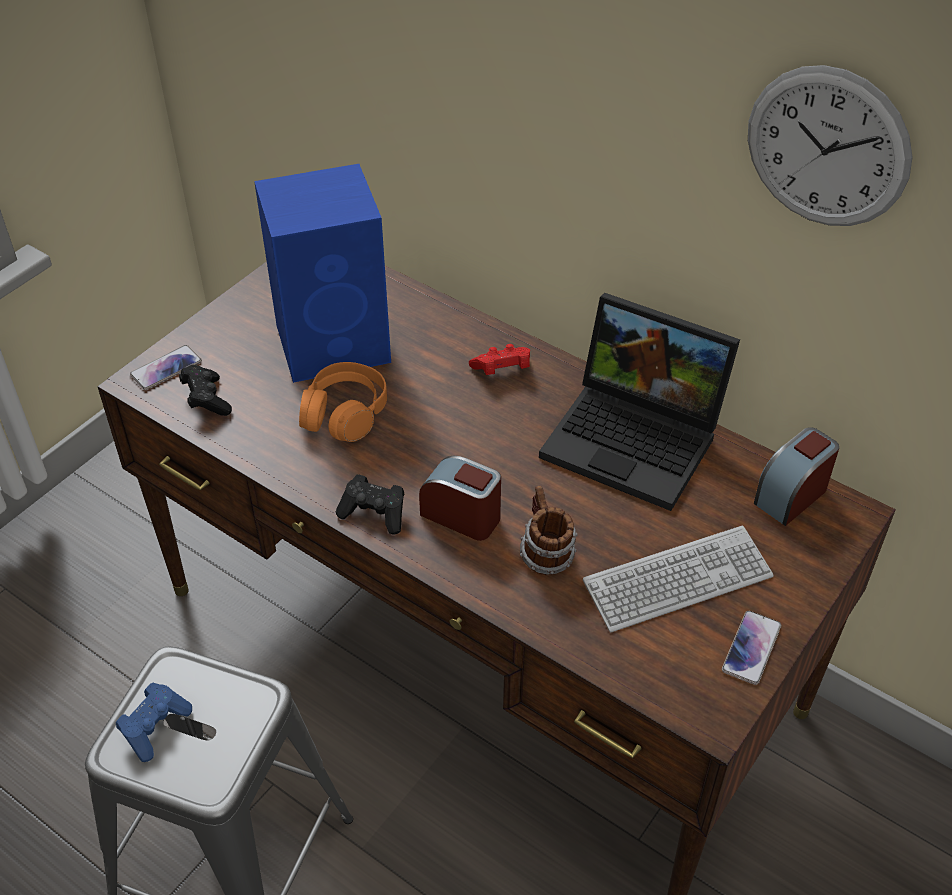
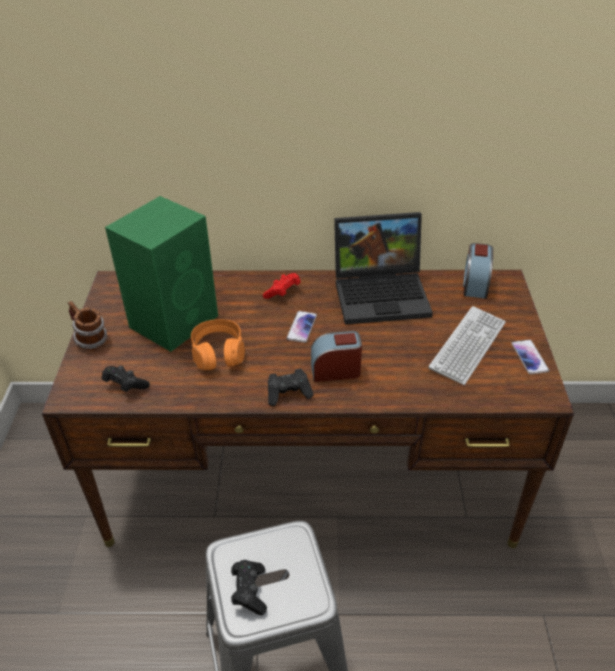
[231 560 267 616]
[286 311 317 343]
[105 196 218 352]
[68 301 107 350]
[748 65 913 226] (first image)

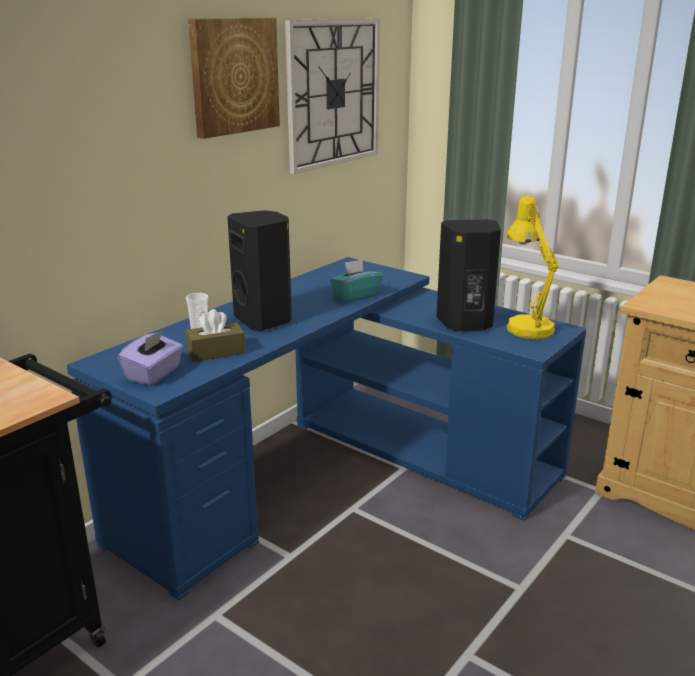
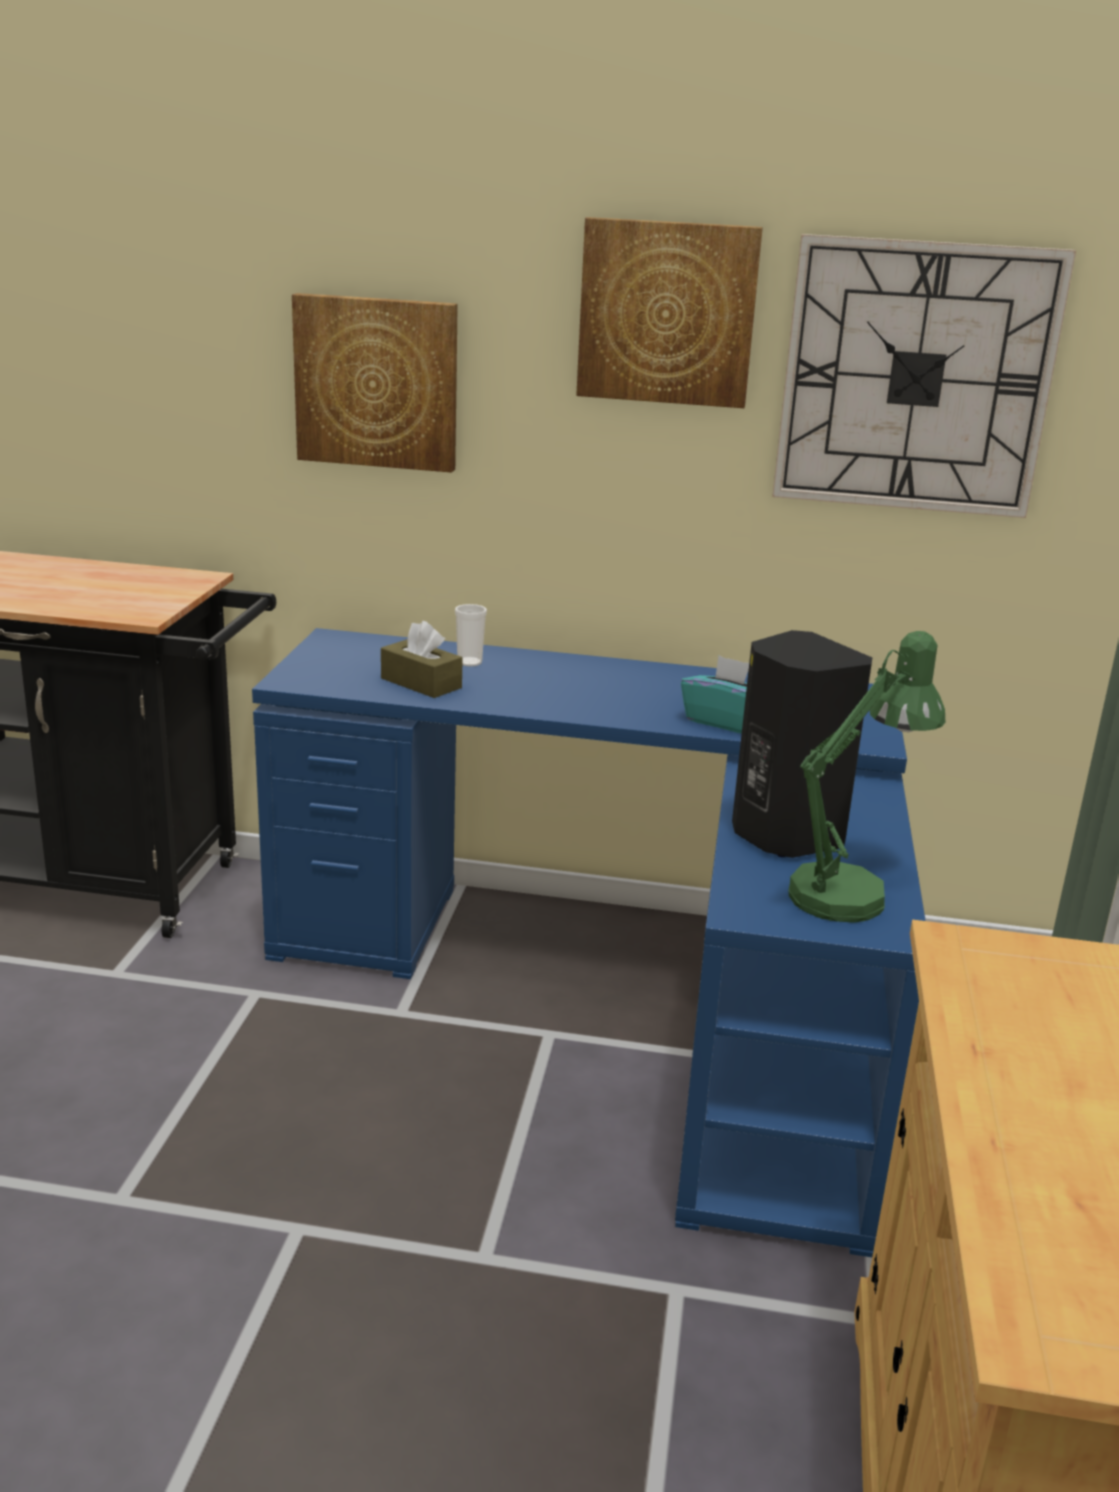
[118 329 183 386] (first image)
[227 210 292 331] (first image)
[788 631 945 923]
[292 293 458 473]

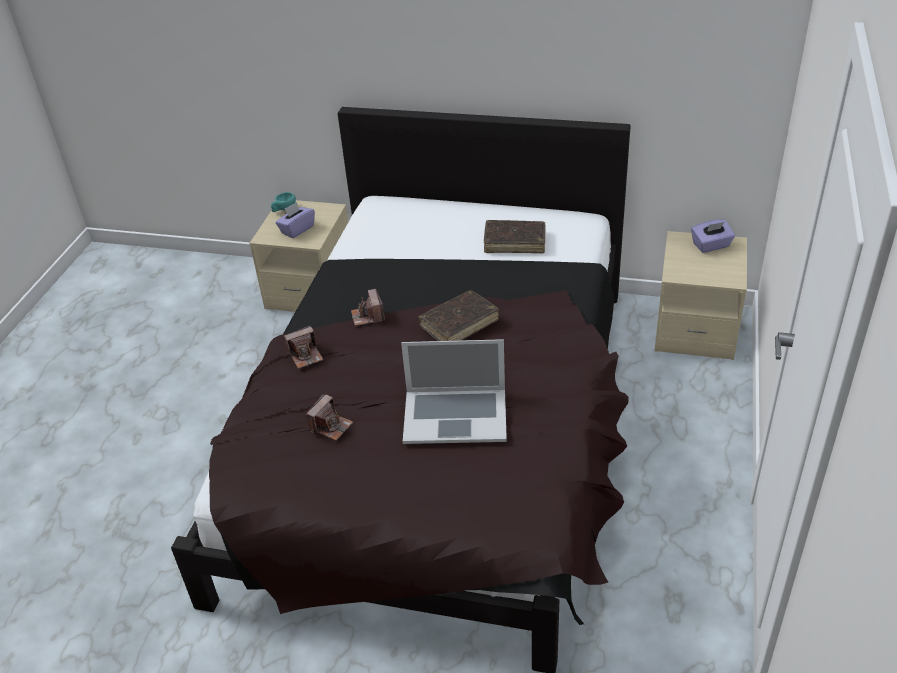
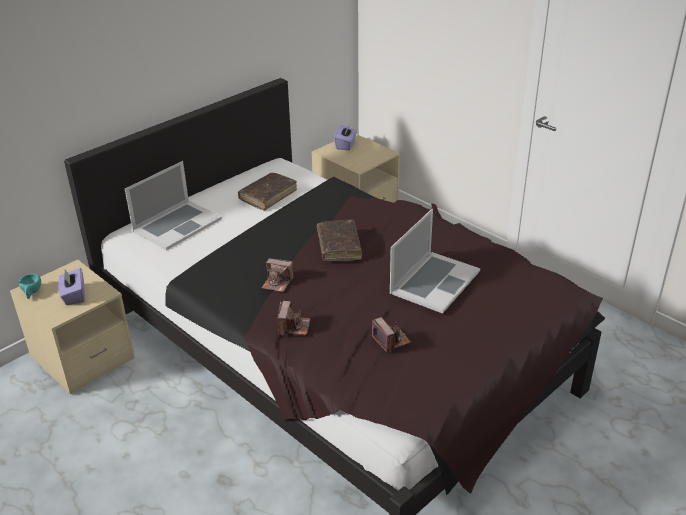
[125 161 222 250]

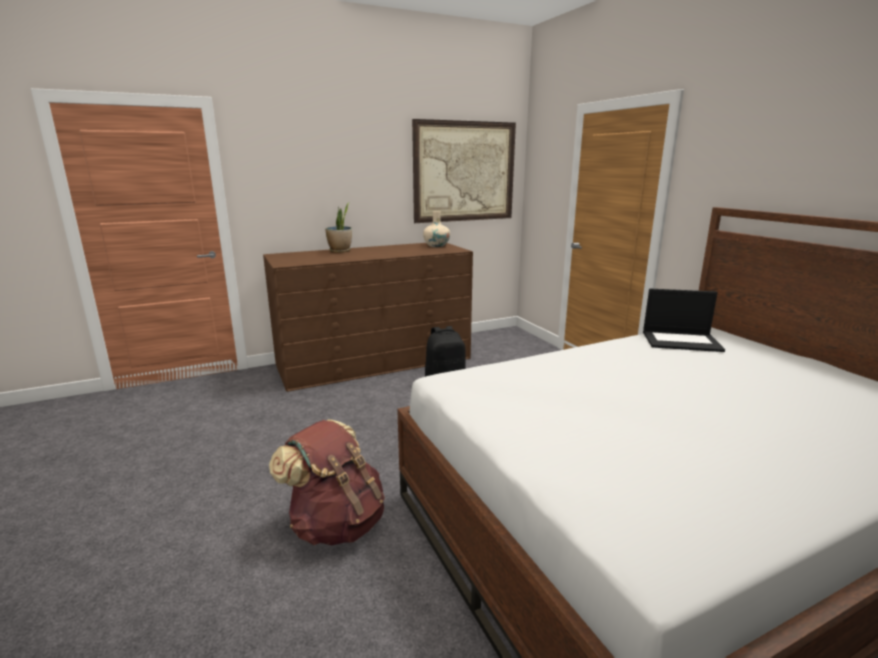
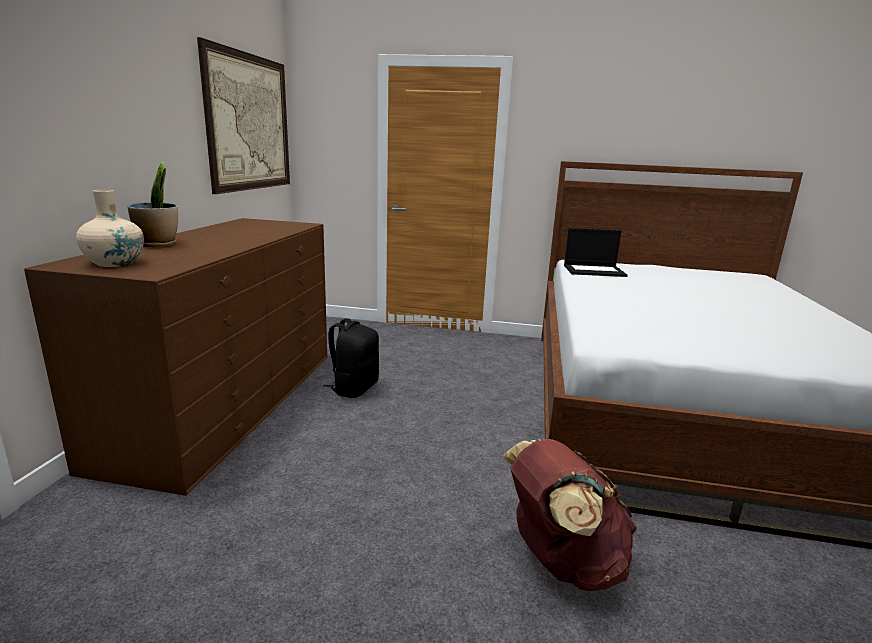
[76 190 144 267]
[564 228 627 277]

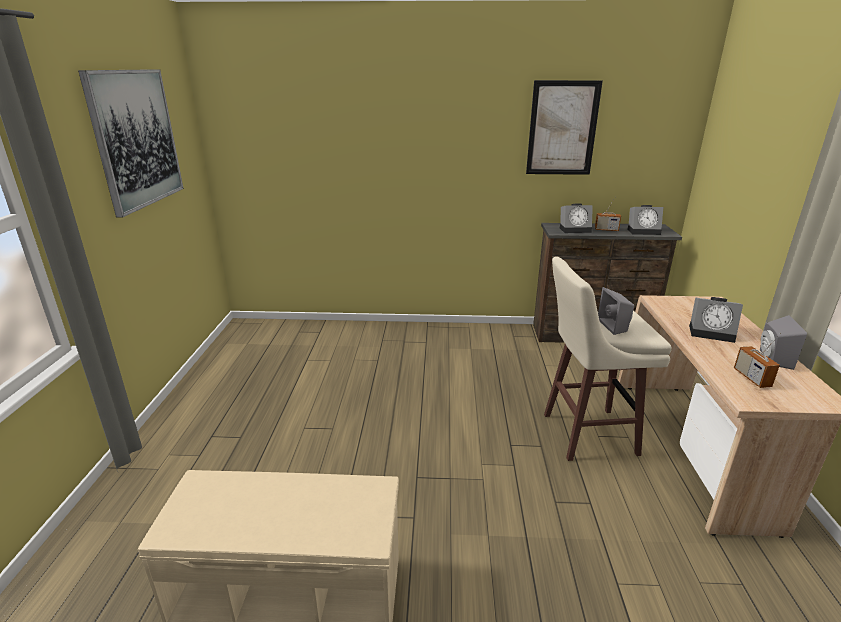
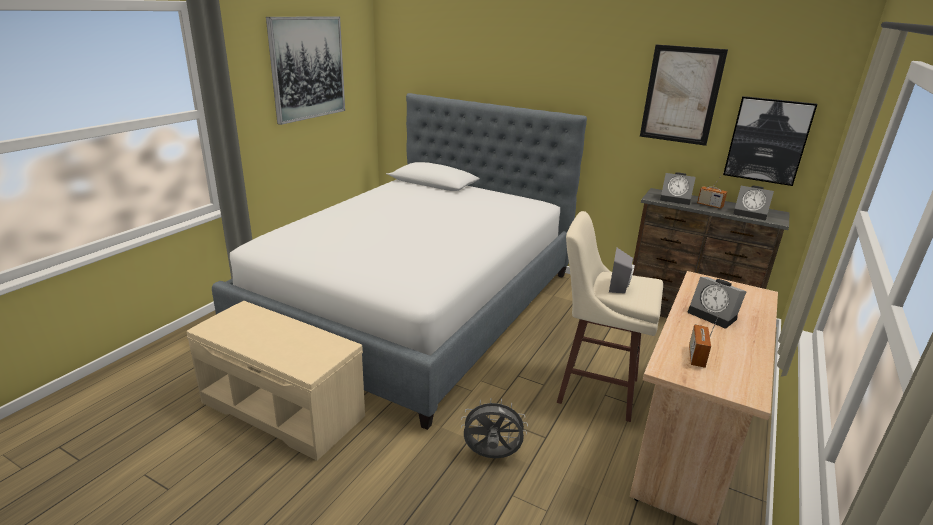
[760 315 807 370] (first image)
[212 93 587 430]
[461 399 528 458]
[723 96 817 186]

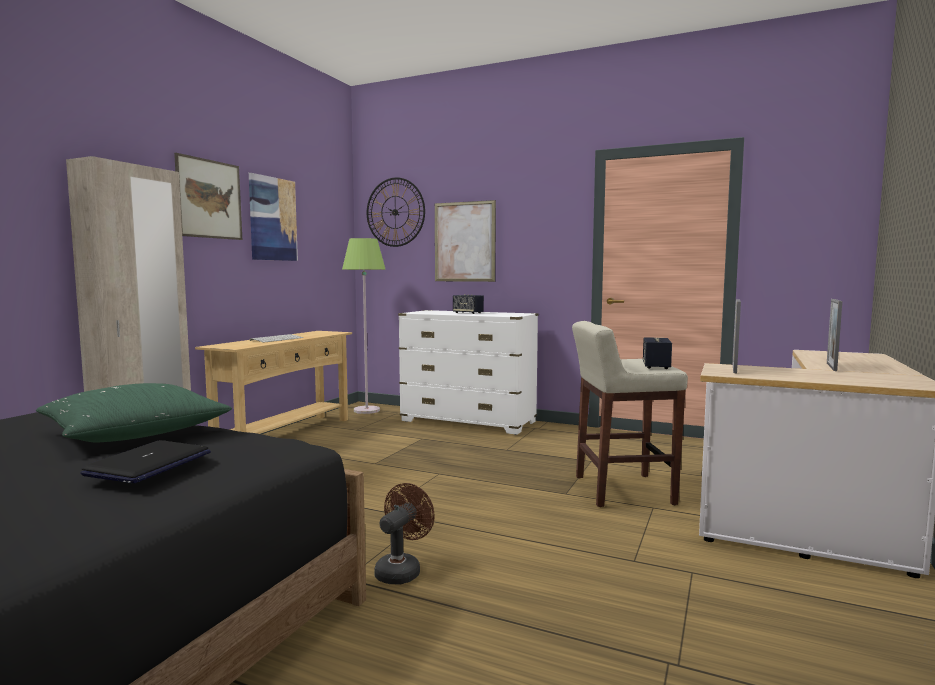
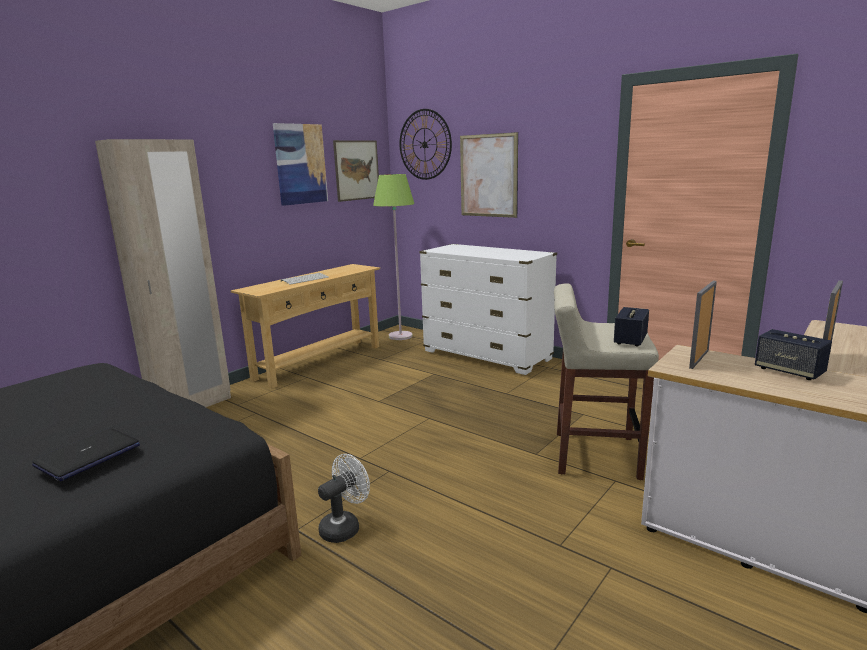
[36 383 232 442] (first image)
[333 140 379 202]
[318 454 370 543]
[755 329 832 380]

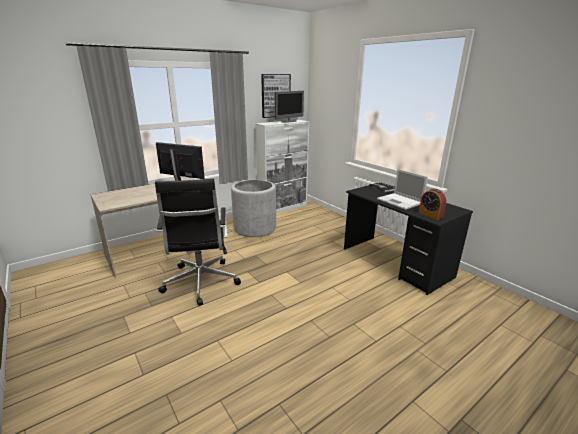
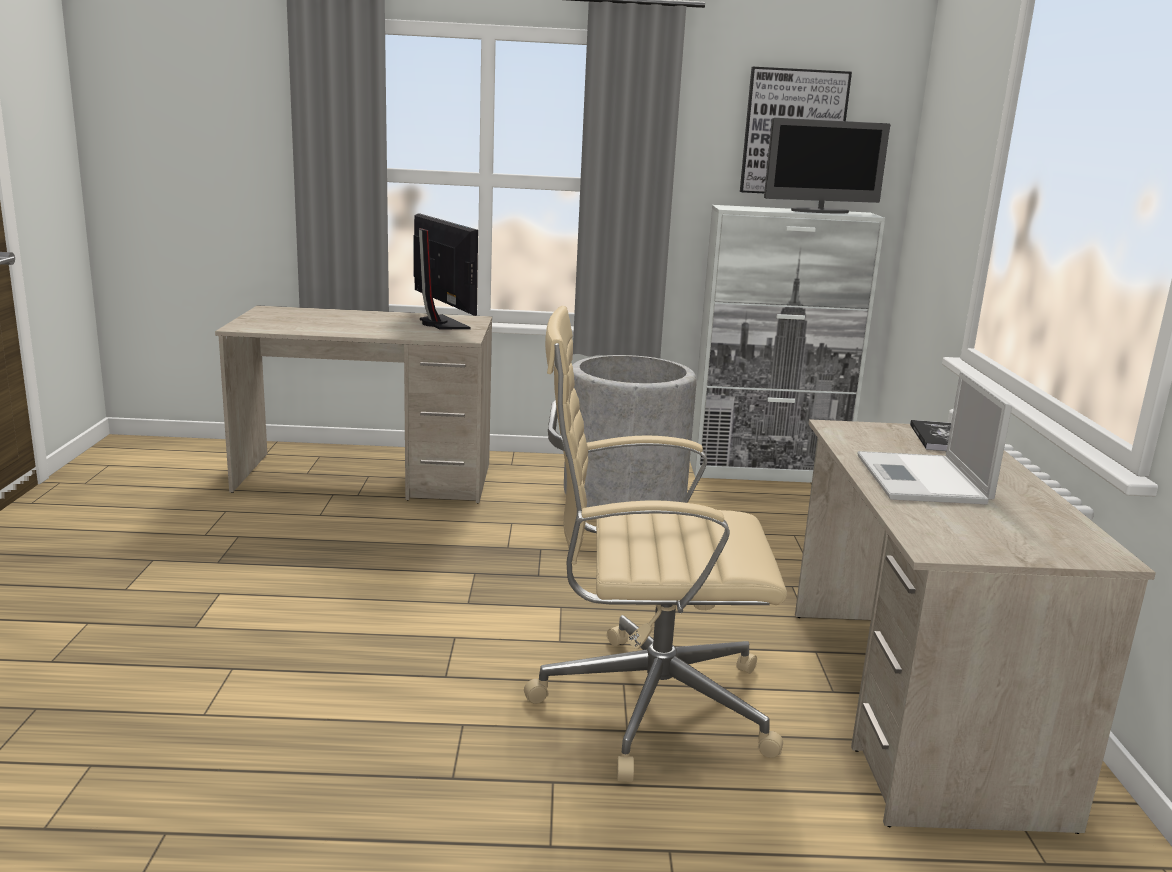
[155 178 241 306] (first image)
[795 419 1156 834]
[419 188 446 220] (first image)
[524 306 787 782]

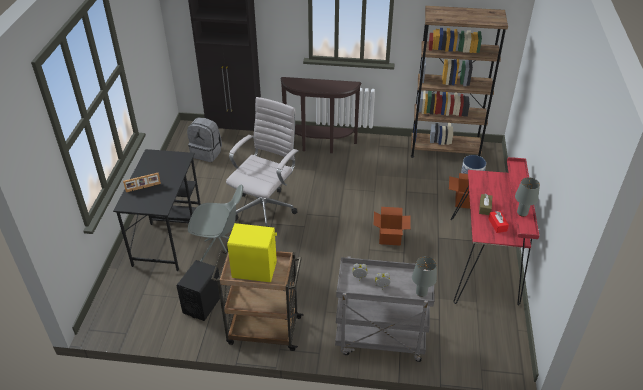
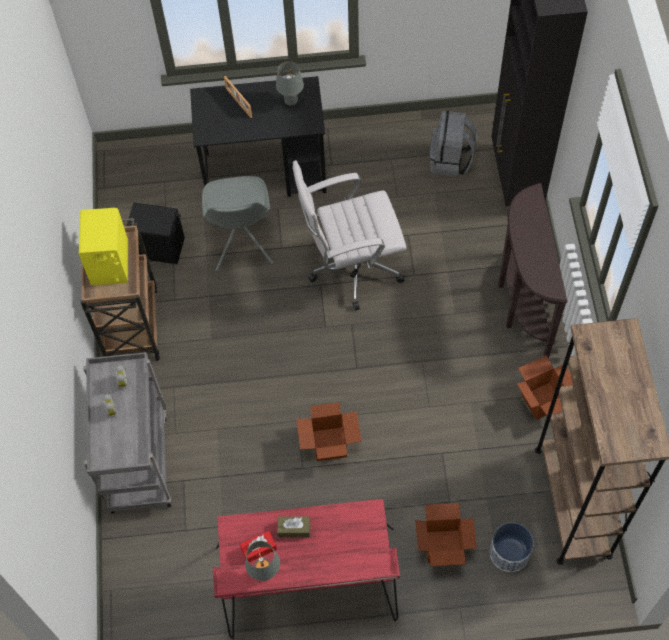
[292 160 407 311]
[276 61 304 106]
[517 355 573 420]

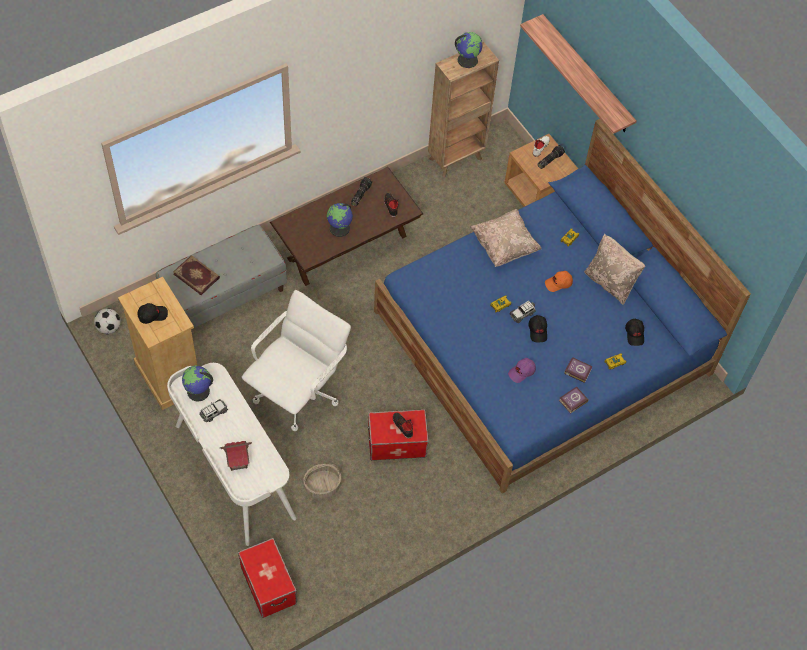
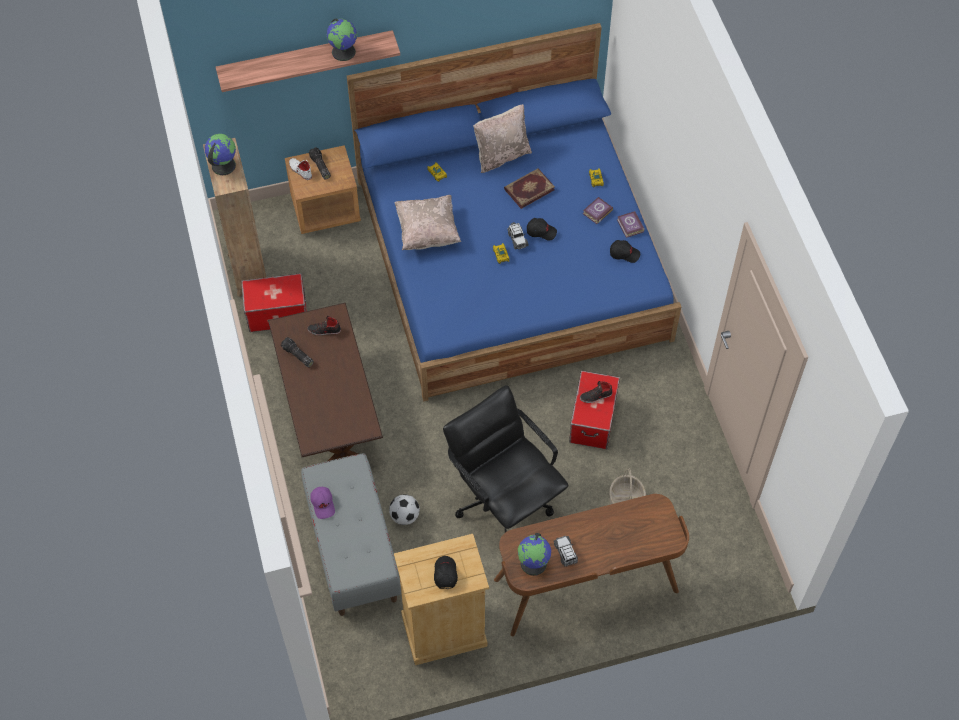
[389 494 420 525]
[494 494 689 636]
[504 168 555 209]
[220 441 252 471] (first image)
[241 273 307 332]
[443 385 569 533]
[327 18 357 61]
[310 487 335 519]
[545 271 573 292] (first image)
[610 240 640 263]

